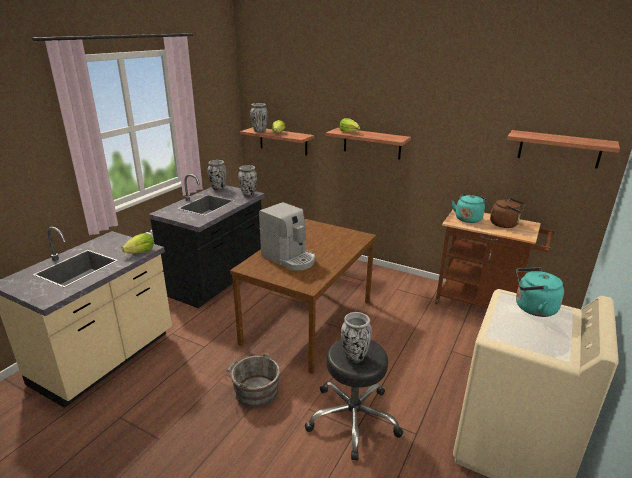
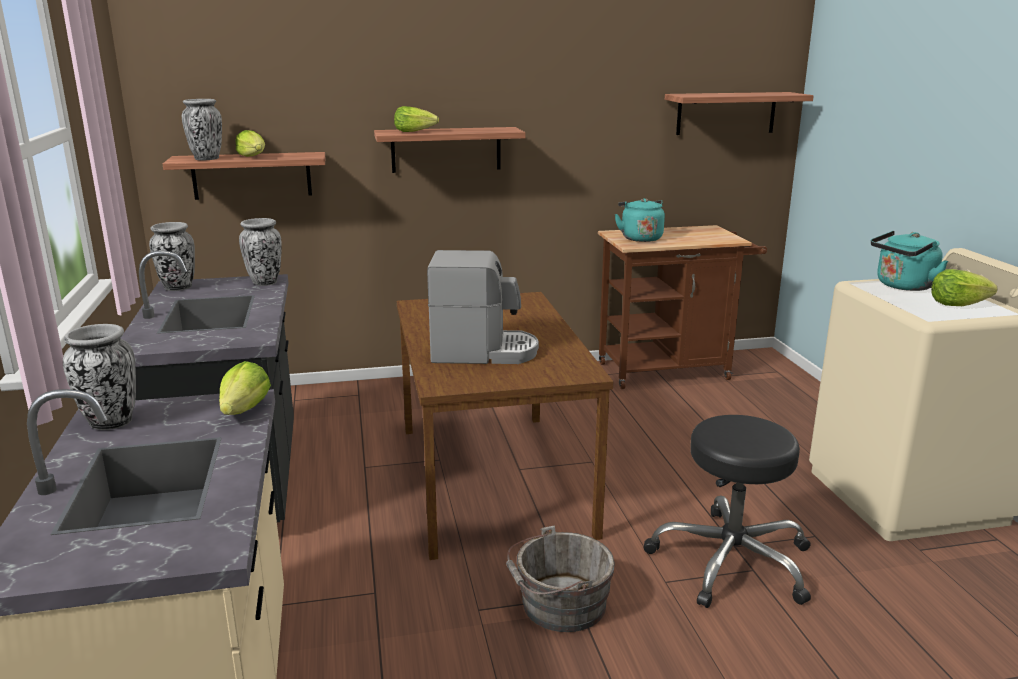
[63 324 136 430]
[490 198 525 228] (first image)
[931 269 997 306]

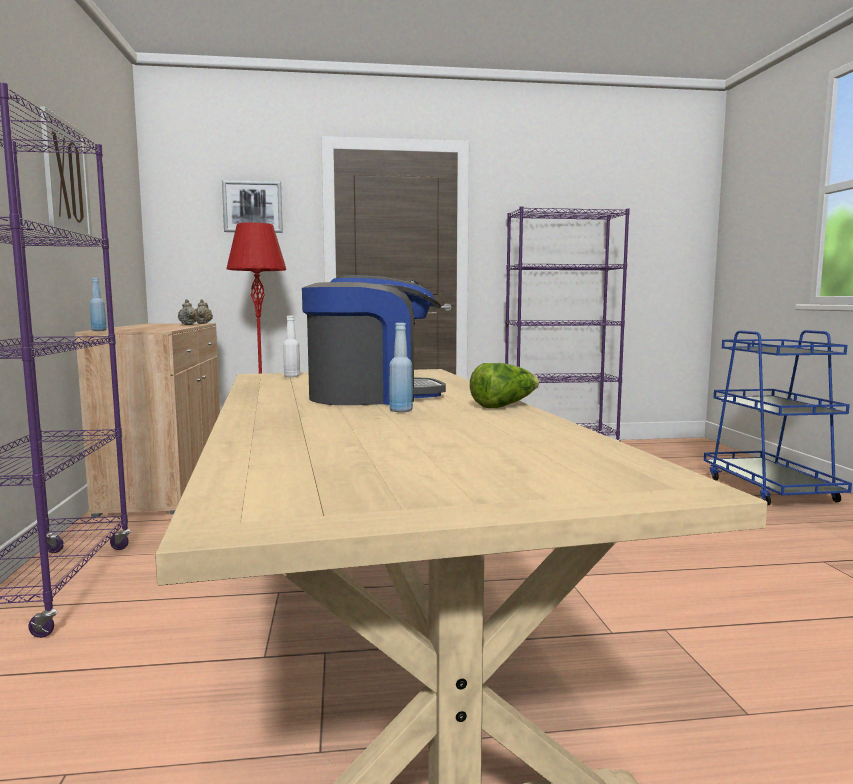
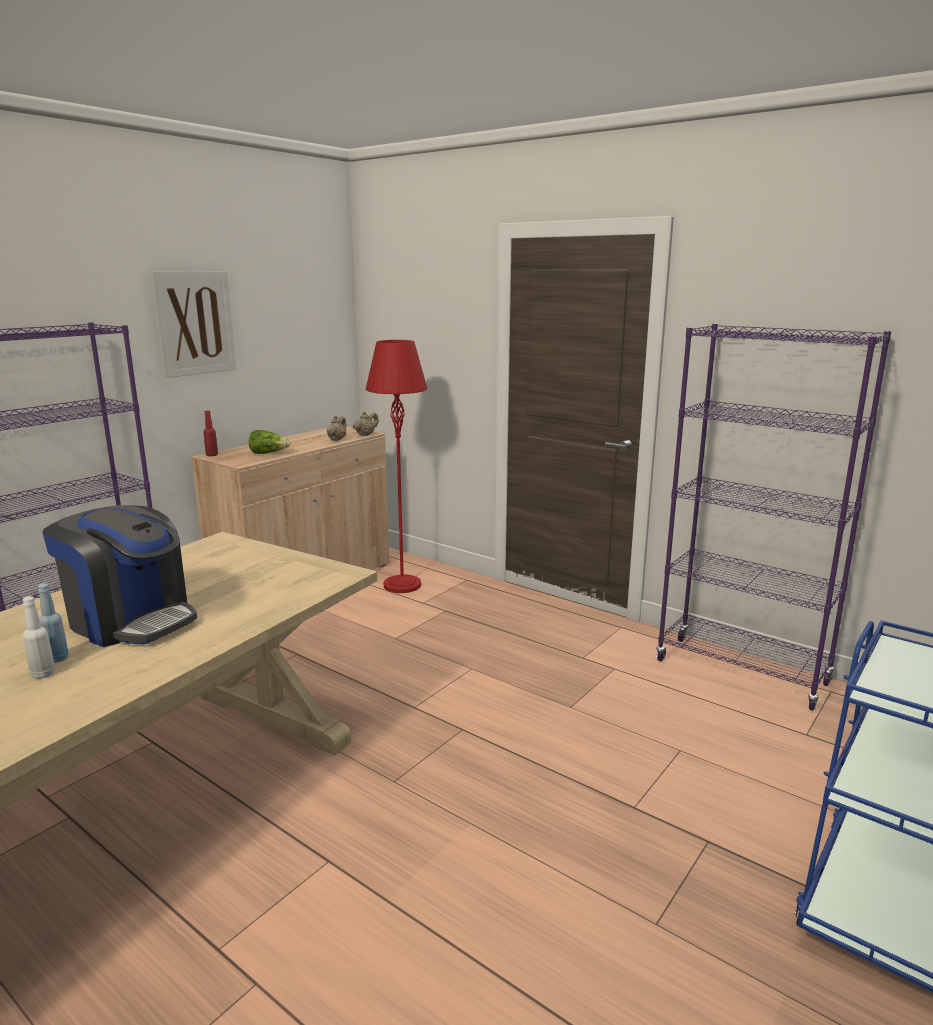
[204 411 218 456]
[222 180 283 233] (first image)
[22 596 55 679]
[248 430 290 454]

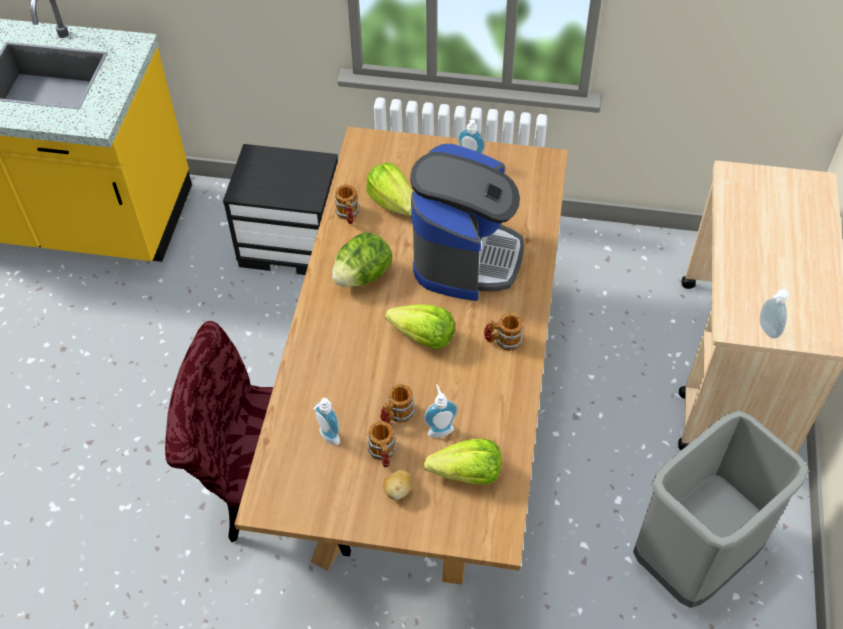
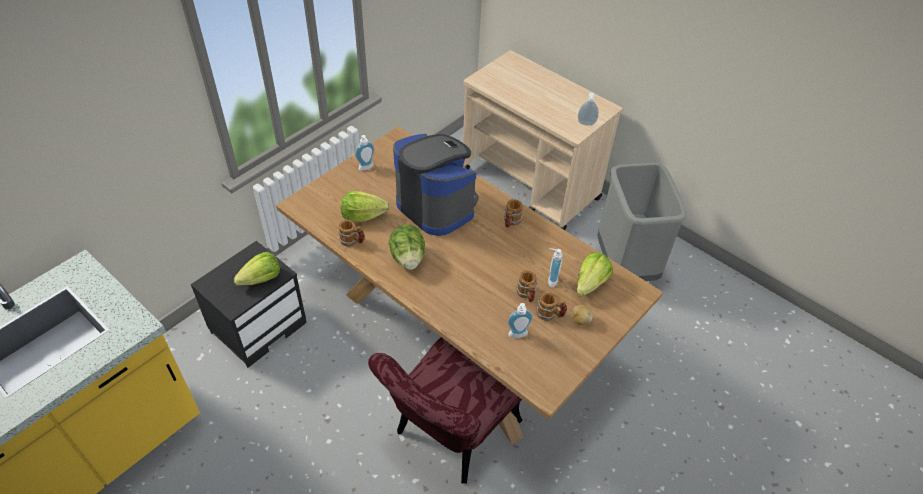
[234 252 280 285]

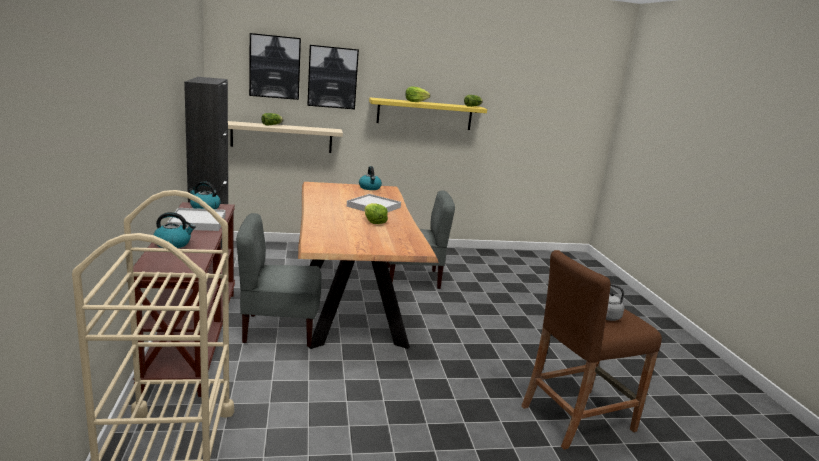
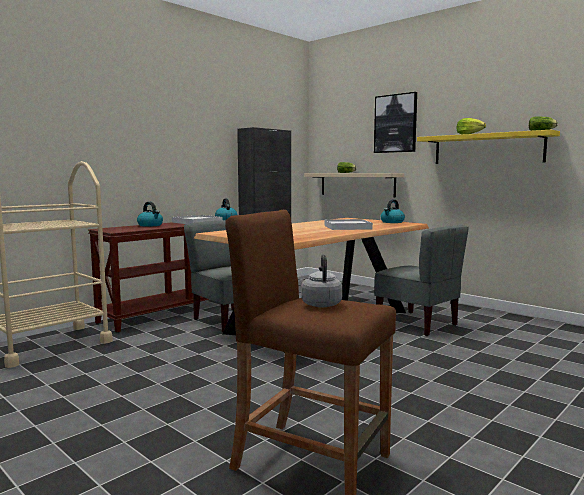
[249 33 301 100] (first image)
[364 203 388 224] (first image)

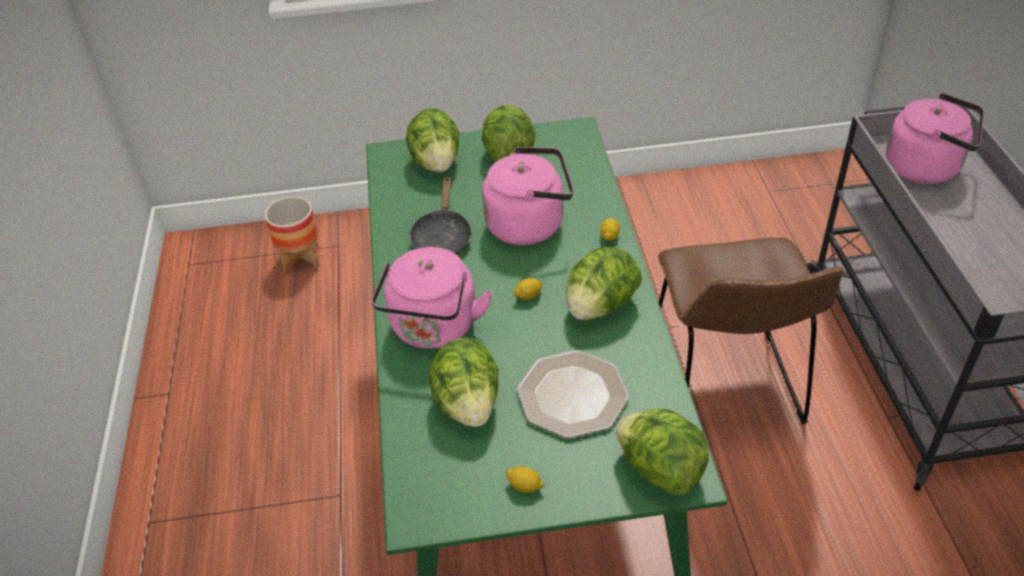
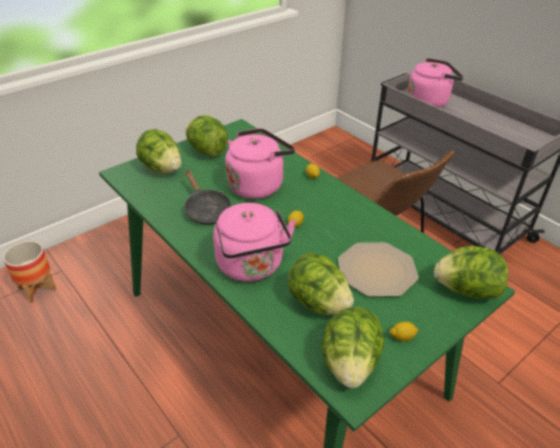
[322 307 384 388]

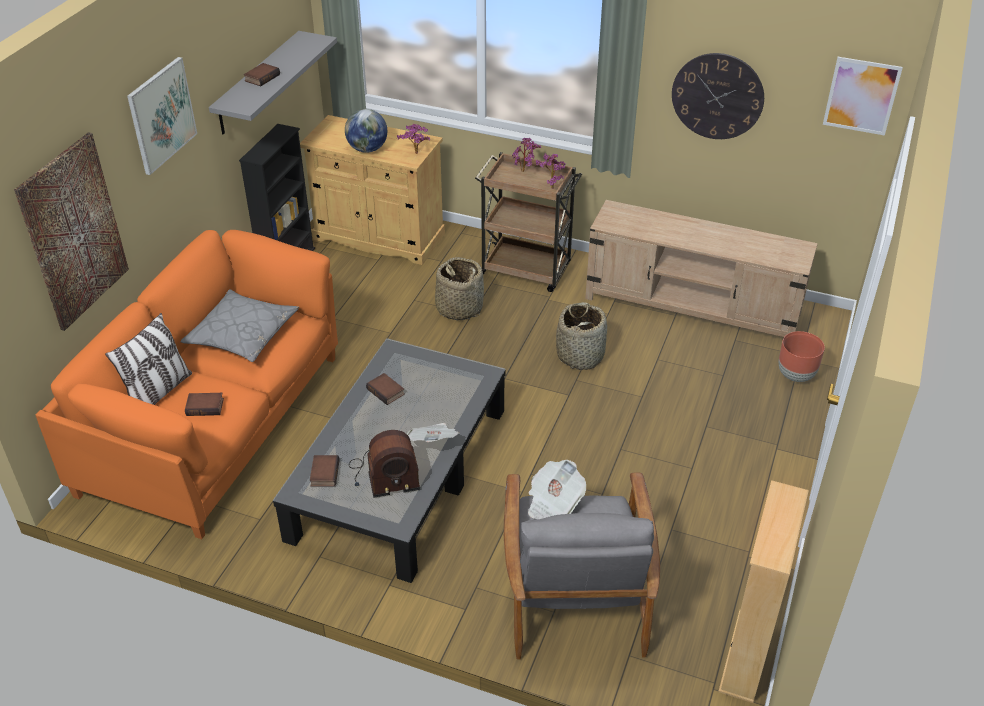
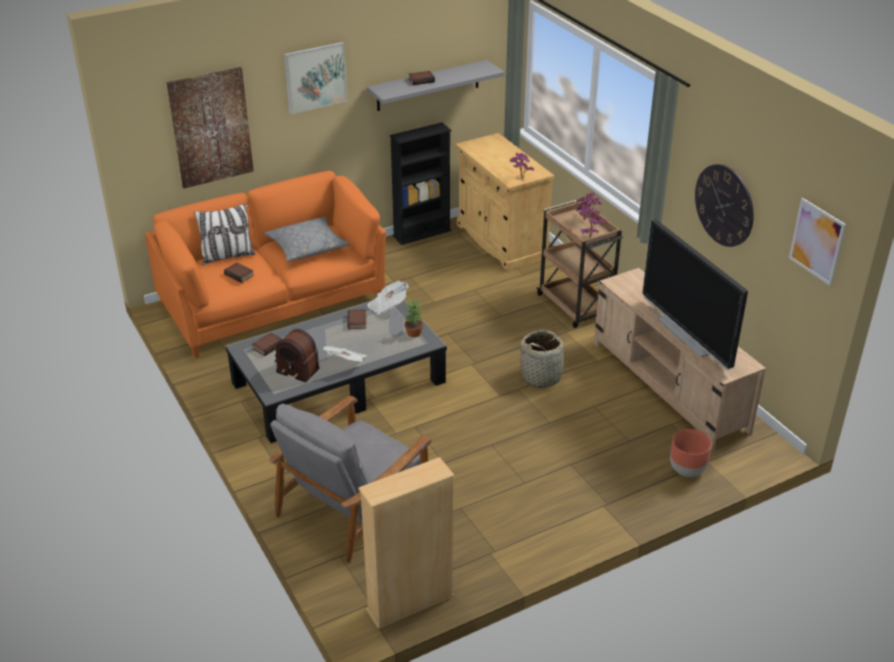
[345 109 387 153] (first image)
[435 257 484 320] (first image)
[367 281 409 315]
[404 299 423 337]
[642 220 748 370]

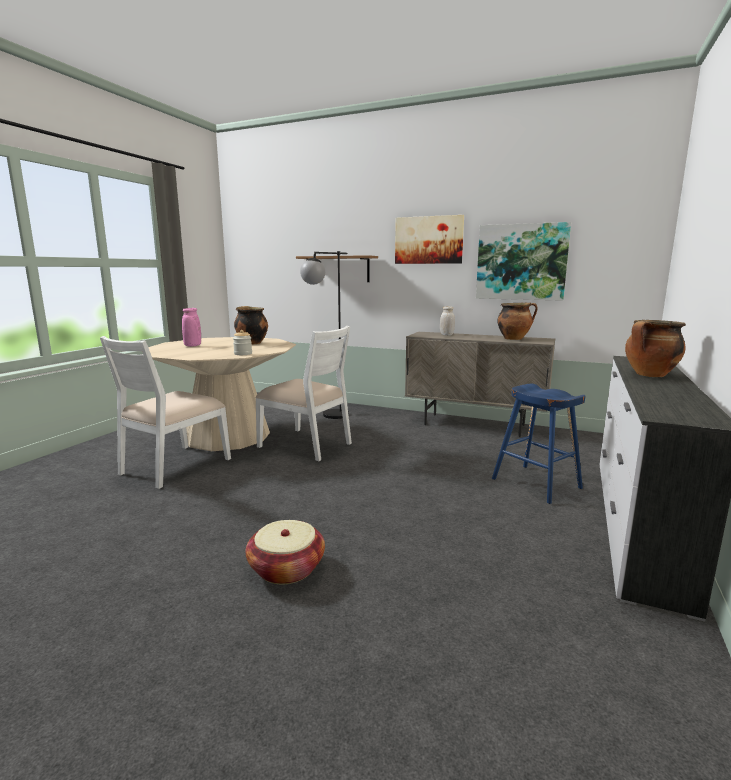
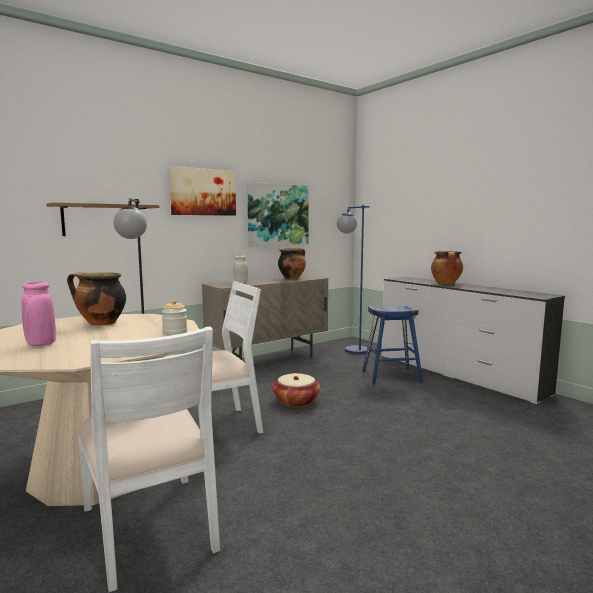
[273 373 320 407]
[337 205 369 354]

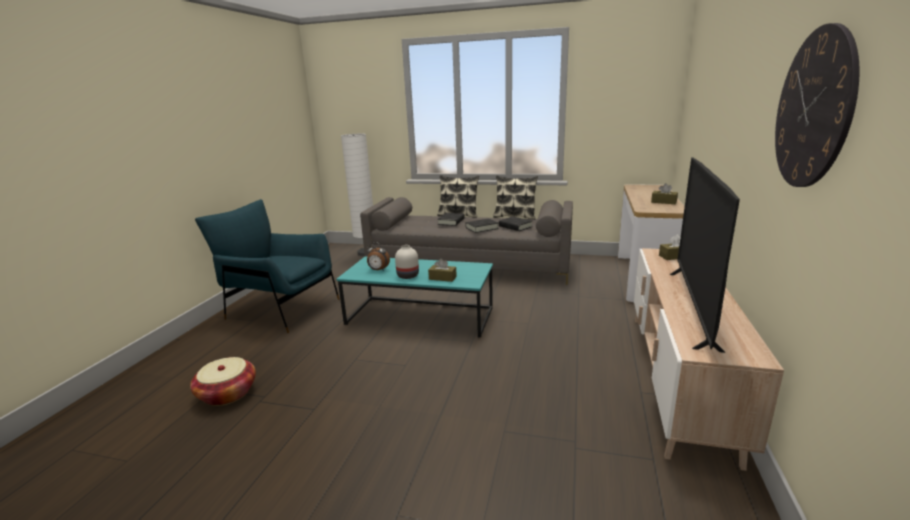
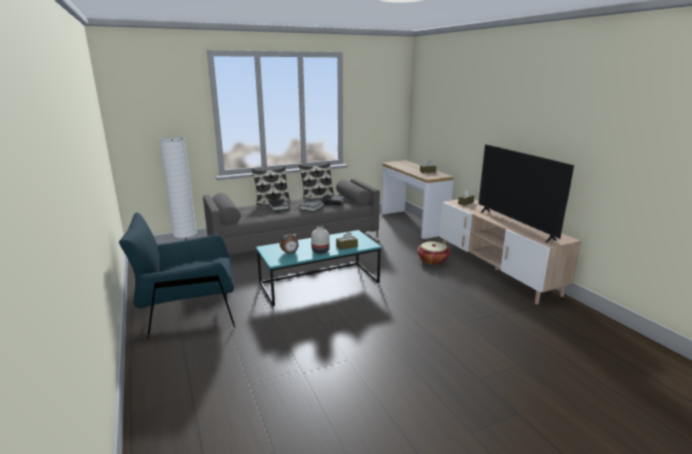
[417 241 450 265]
[775 23 860 187] (first image)

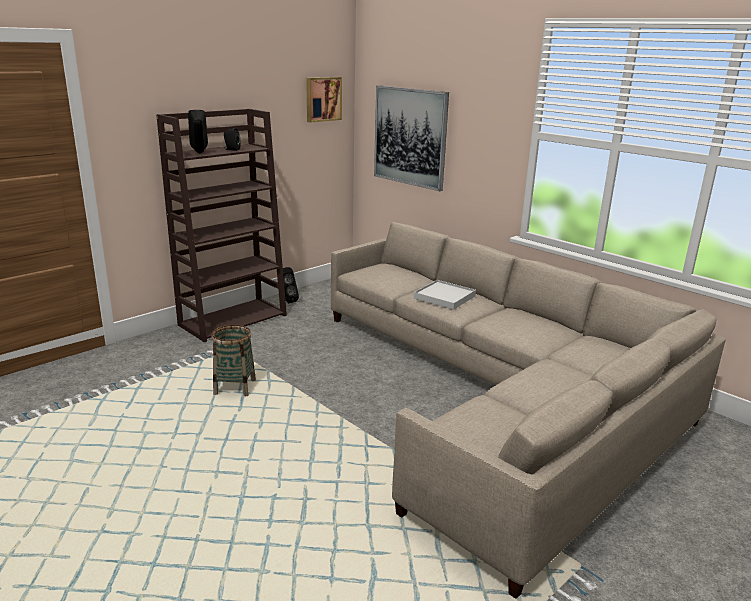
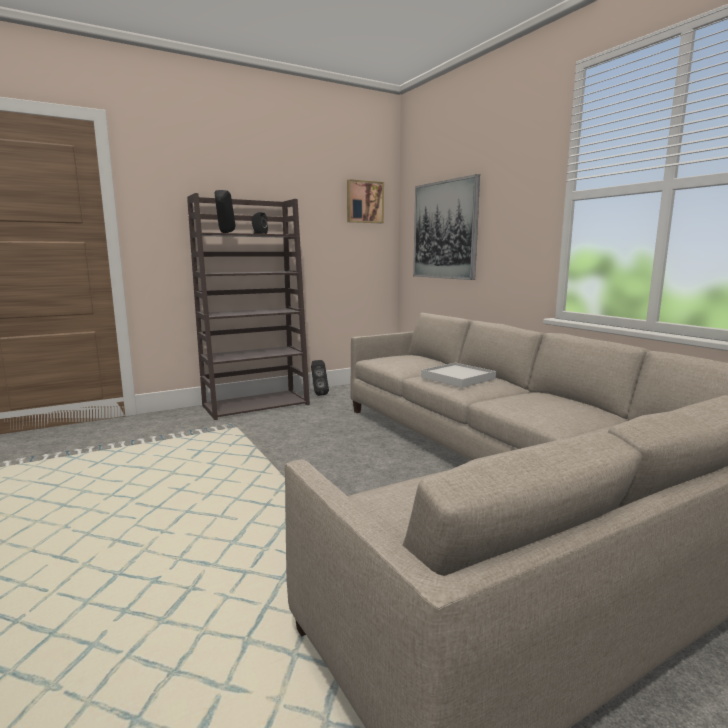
[211 324 256 397] (first image)

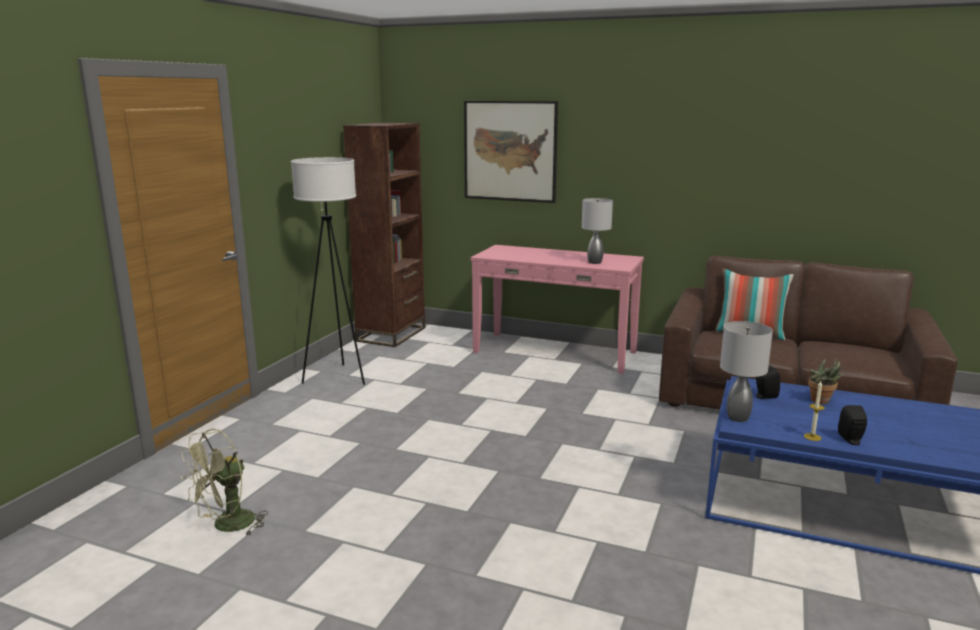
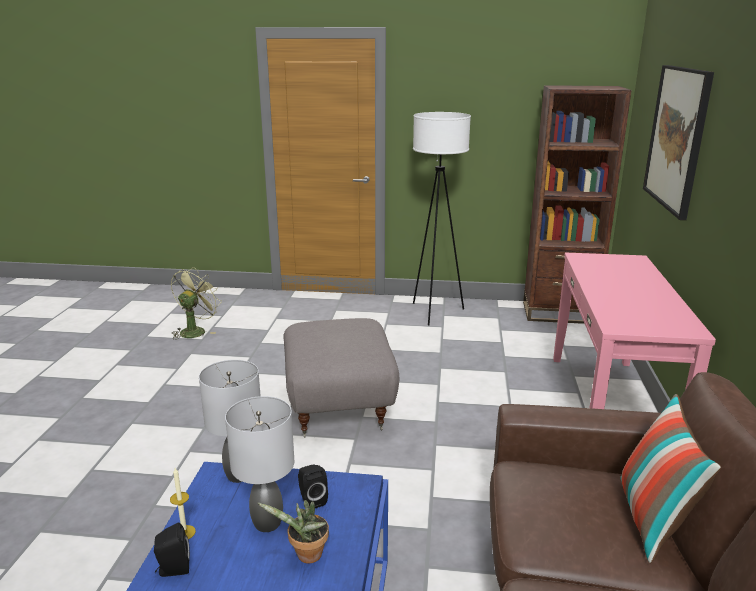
[171 267 222 340]
[225 396 294 532]
[284 318 399 438]

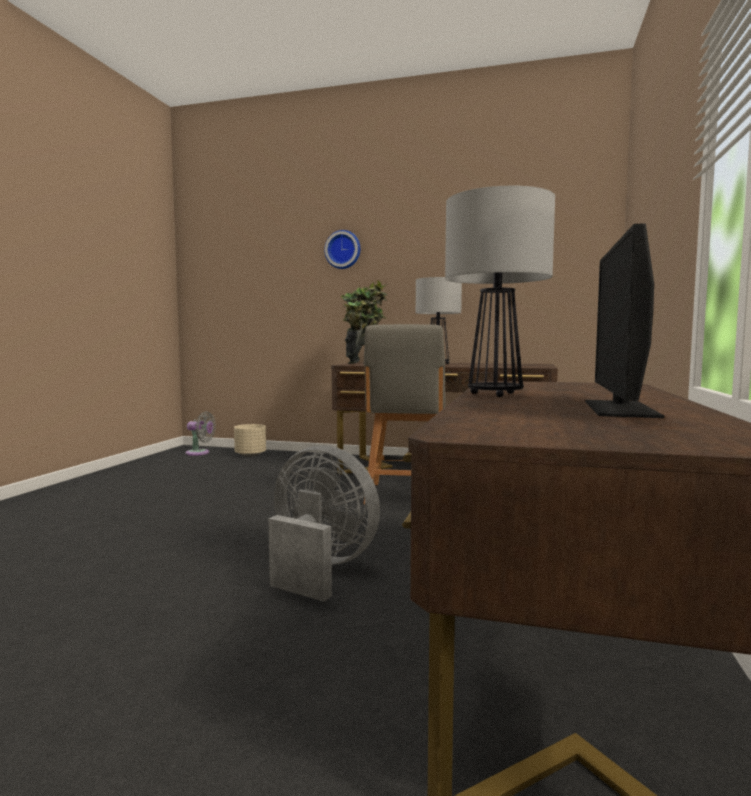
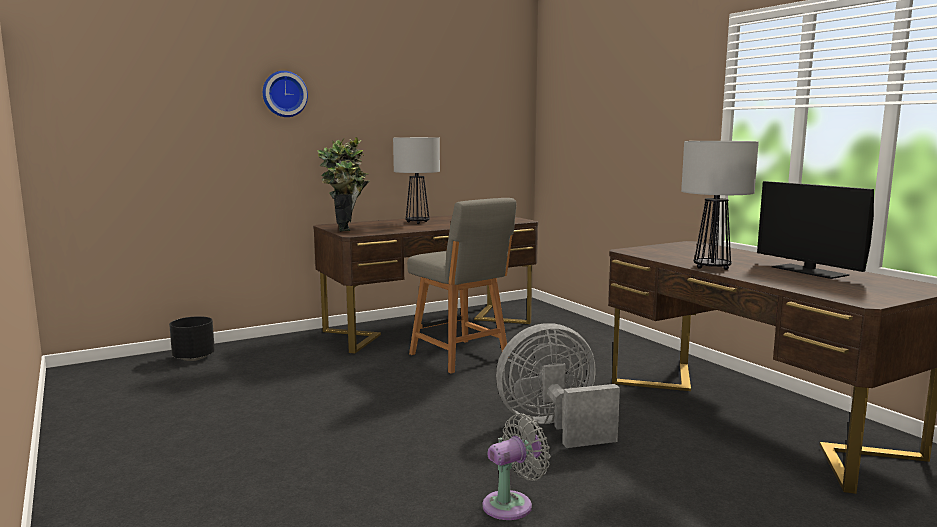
[482 414 550 520]
[169 316 215 361]

